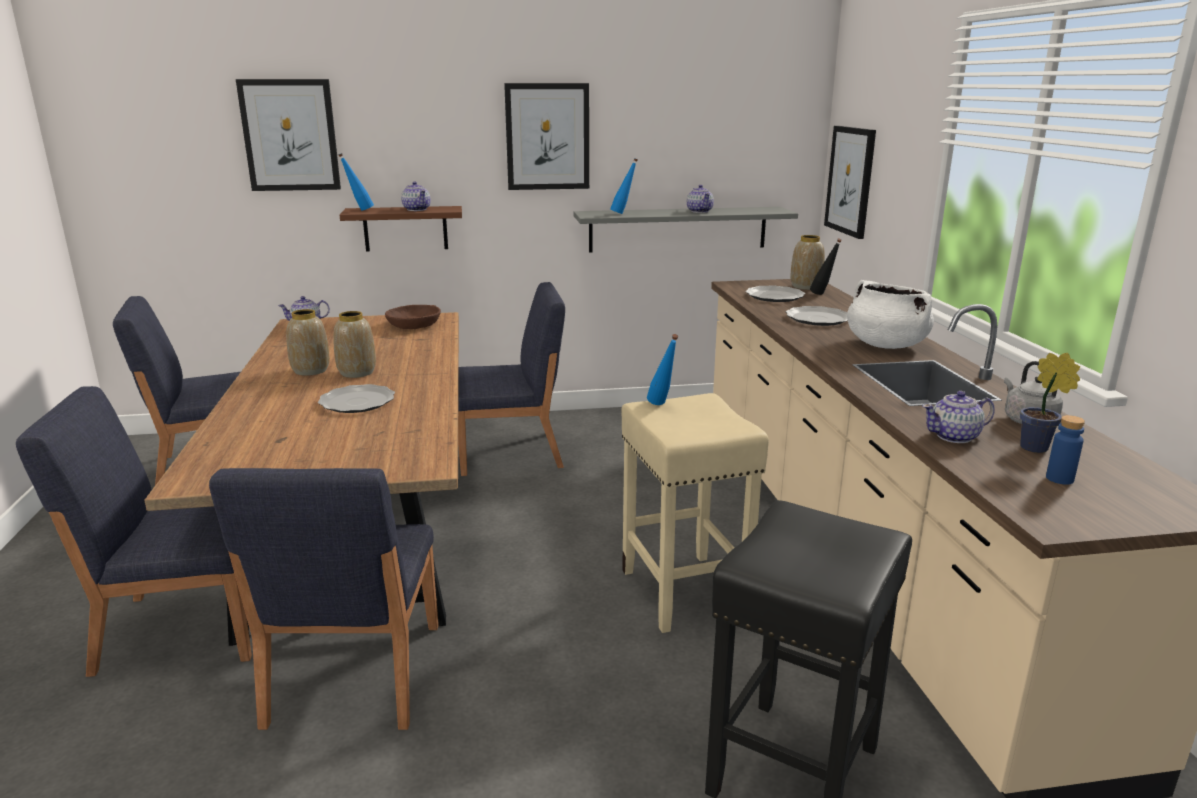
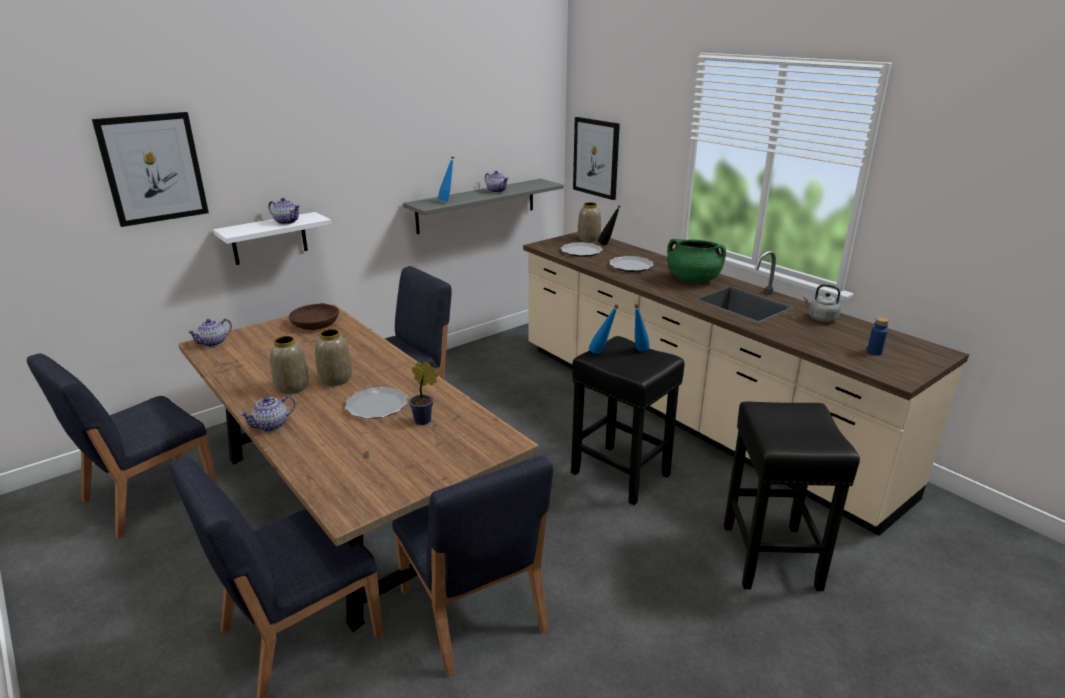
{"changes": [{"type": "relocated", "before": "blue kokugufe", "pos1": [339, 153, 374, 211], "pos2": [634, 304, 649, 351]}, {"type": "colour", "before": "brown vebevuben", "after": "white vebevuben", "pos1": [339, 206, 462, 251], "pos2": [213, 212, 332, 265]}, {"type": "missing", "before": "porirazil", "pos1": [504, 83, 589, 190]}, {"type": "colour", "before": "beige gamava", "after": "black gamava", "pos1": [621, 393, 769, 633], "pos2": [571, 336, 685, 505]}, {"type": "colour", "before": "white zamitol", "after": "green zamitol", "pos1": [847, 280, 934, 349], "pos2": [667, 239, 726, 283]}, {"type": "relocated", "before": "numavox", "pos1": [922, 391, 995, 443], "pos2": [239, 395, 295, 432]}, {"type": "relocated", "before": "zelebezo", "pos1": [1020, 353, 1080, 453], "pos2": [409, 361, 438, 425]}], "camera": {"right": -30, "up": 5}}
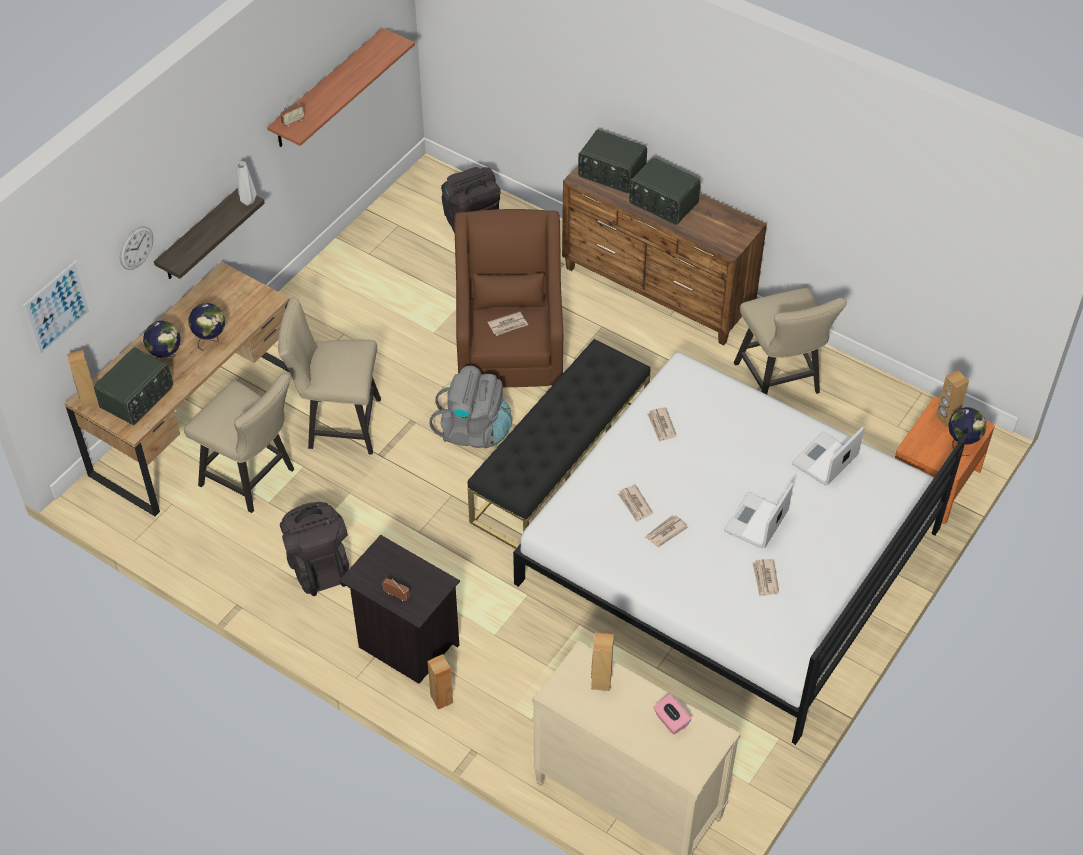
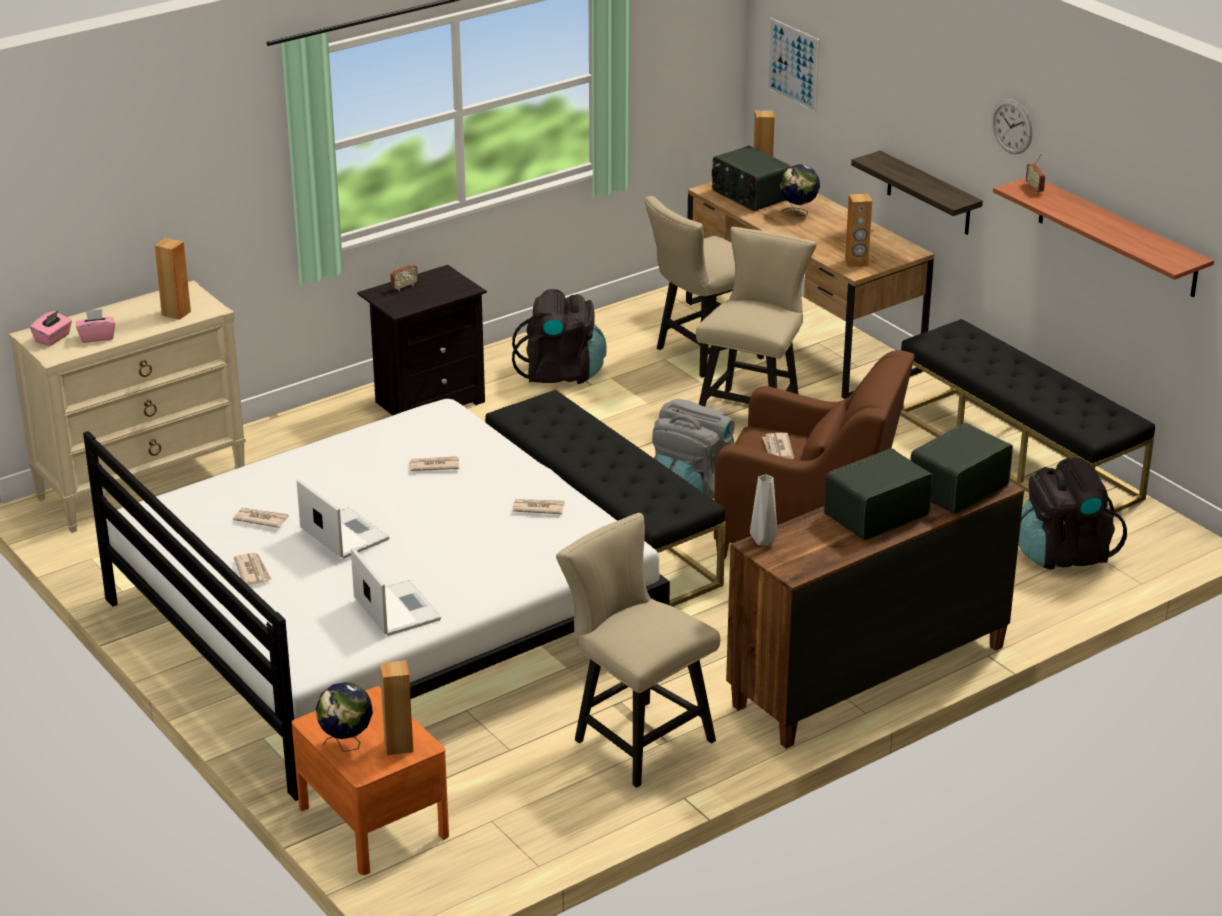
{"changes": [{"type": "relocated", "before": "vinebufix", "pos1": [120, 226, 153, 270], "pos2": [992, 99, 1032, 154]}, {"type": "missing", "before": "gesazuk", "pos1": [188, 303, 225, 351]}, {"type": "relocated", "before": "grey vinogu", "pos1": [236, 162, 257, 206], "pos2": [750, 474, 777, 546]}, {"type": "relocated", "before": "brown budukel", "pos1": [427, 654, 453, 709], "pos2": [845, 194, 872, 267]}, {"type": "relocated", "before": "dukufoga", "pos1": [645, 515, 688, 547], "pos2": [234, 553, 272, 585]}, {"type": "spun", "before": "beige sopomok", "pos1": [734, 288, 847, 395], "pos2": [556, 513, 720, 788], "turn": 45}, {"type": "appeared", "after": "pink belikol", "pos2": [30, 311, 72, 346]}, {"type": "appeared", "after": "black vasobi", "pos2": [900, 319, 1155, 512]}], "camera": {"right": 110, "up": -20}}
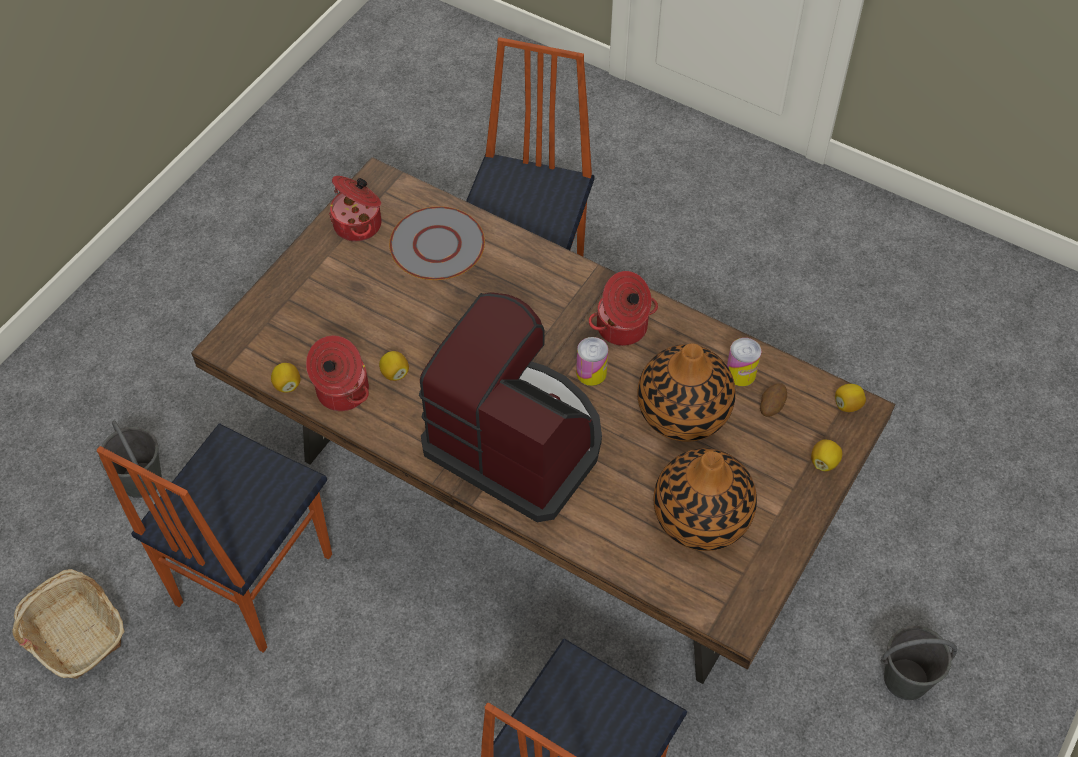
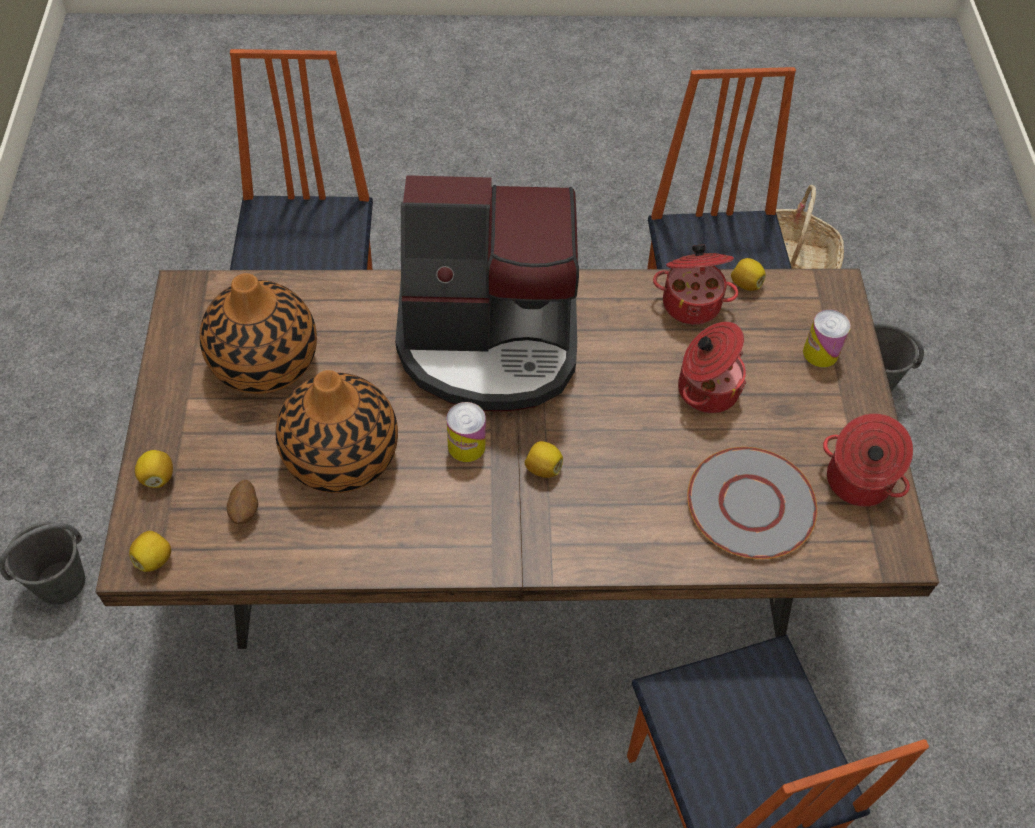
{"changes": [{"type": "relocated", "before": "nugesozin", "pos1": [379, 351, 409, 381], "pos2": [525, 441, 563, 478]}, {"type": "relocated", "before": "zamitol", "pos1": [589, 271, 658, 346], "pos2": [678, 322, 746, 413]}, {"type": "relocated", "before": "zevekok", "pos1": [727, 338, 761, 386], "pos2": [803, 310, 851, 367]}], "camera": {"right": 145, "up": 0}}
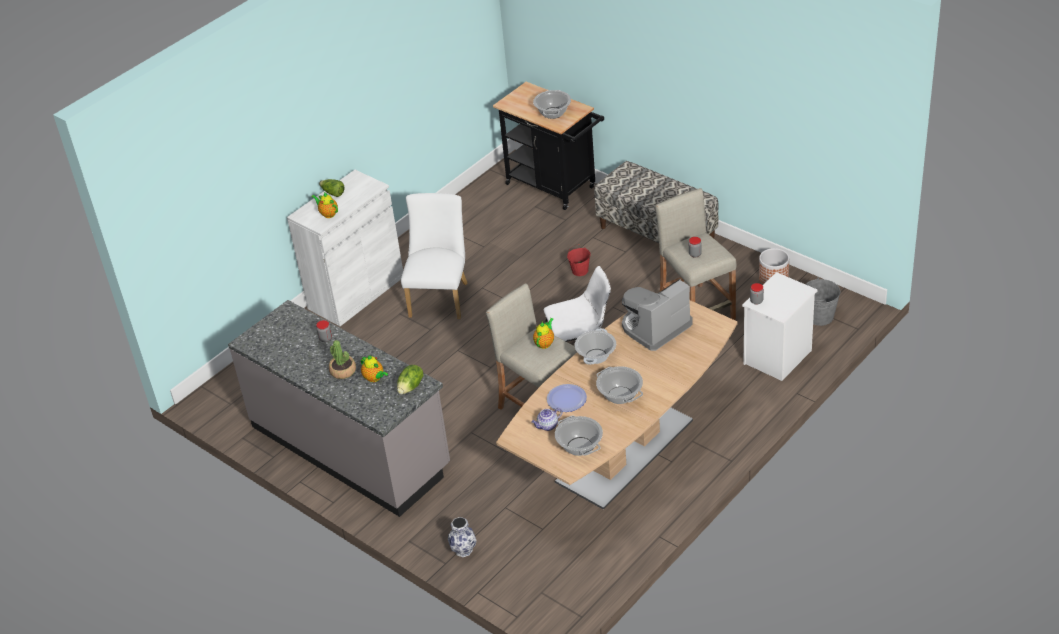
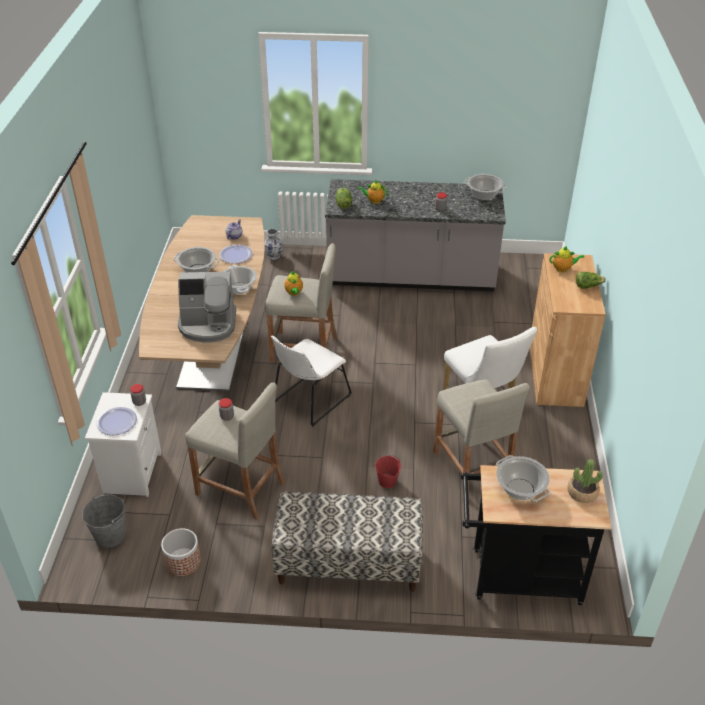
{"changes": [{"type": "colour", "before": "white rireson", "after": "brown rireson", "pos1": [287, 170, 403, 326], "pos2": [530, 253, 606, 407]}, {"type": "relocated", "before": "zelebezo", "pos1": [329, 340, 356, 379], "pos2": [567, 459, 603, 503]}, {"type": "relocated", "before": "zamitol", "pos1": [555, 416, 603, 456], "pos2": [464, 174, 507, 200]}, {"type": "spun", "before": "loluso", "pos1": [622, 279, 693, 351], "pos2": [178, 272, 236, 343], "turn": 75}, {"type": "appeared", "after": "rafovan", "pos2": [97, 407, 137, 435]}, {"type": "appeared", "after": "beige gamava", "pos2": [433, 379, 530, 498]}], "camera": {"right": 140, "up": 0}}
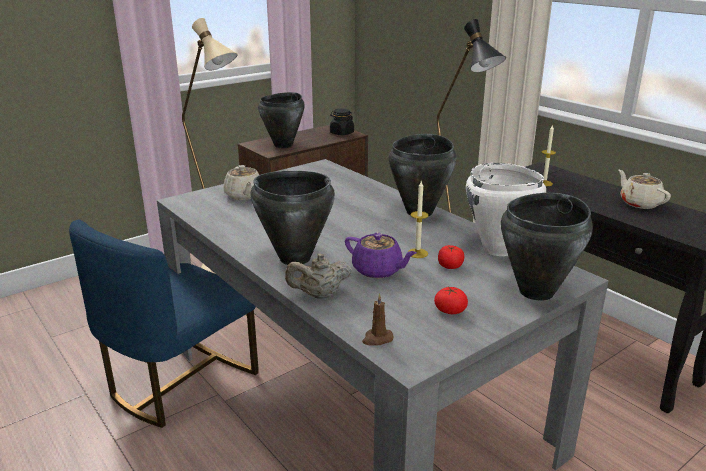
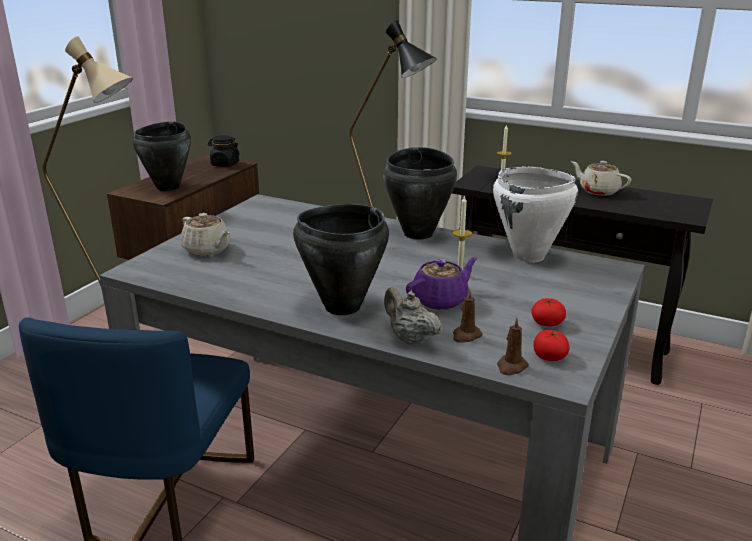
{"changes": [{"type": "spun", "before": "beige numavox", "pos1": [285, 254, 352, 299], "pos2": [384, 287, 442, 345], "turn": 90}, {"type": "spun", "before": "purple numavox", "pos1": [345, 233, 417, 278], "pos2": [406, 257, 477, 310], "turn": -45}, {"type": "relocated", "before": "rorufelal", "pos1": [438, 245, 464, 269], "pos2": [533, 330, 569, 361]}, {"type": "missing", "before": "black zamitol", "pos1": [501, 193, 593, 301]}, {"type": "appeared", "after": "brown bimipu", "pos2": [453, 289, 482, 343]}], "camera": {"right": -25, "up": 0}}
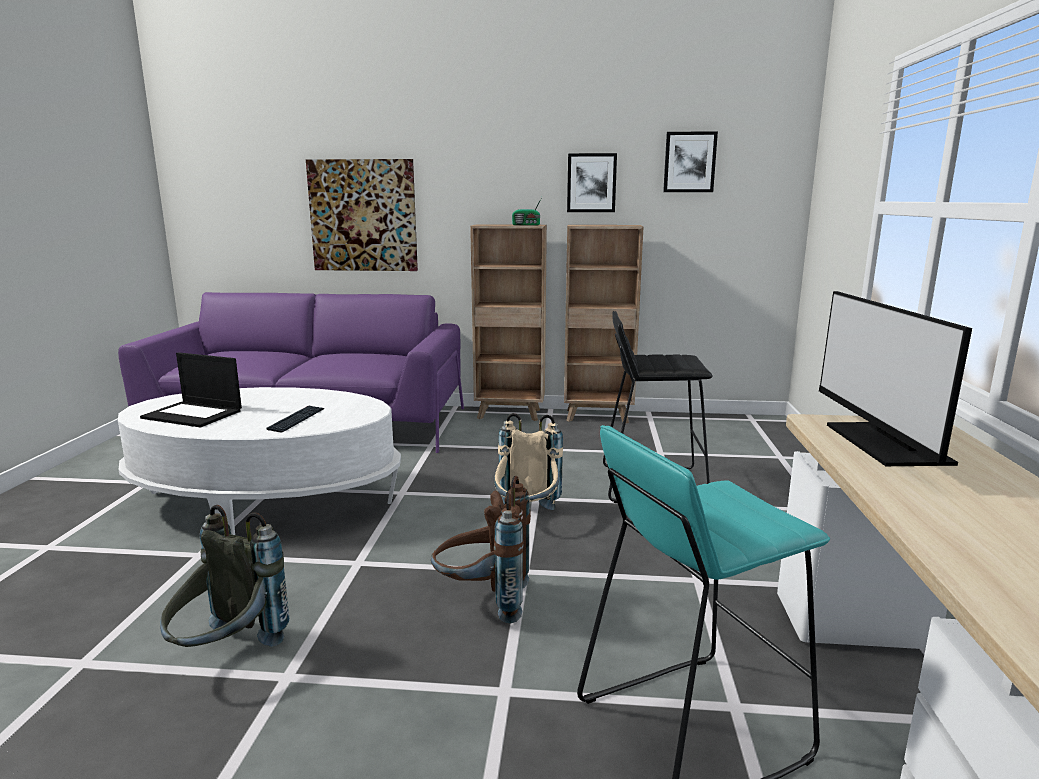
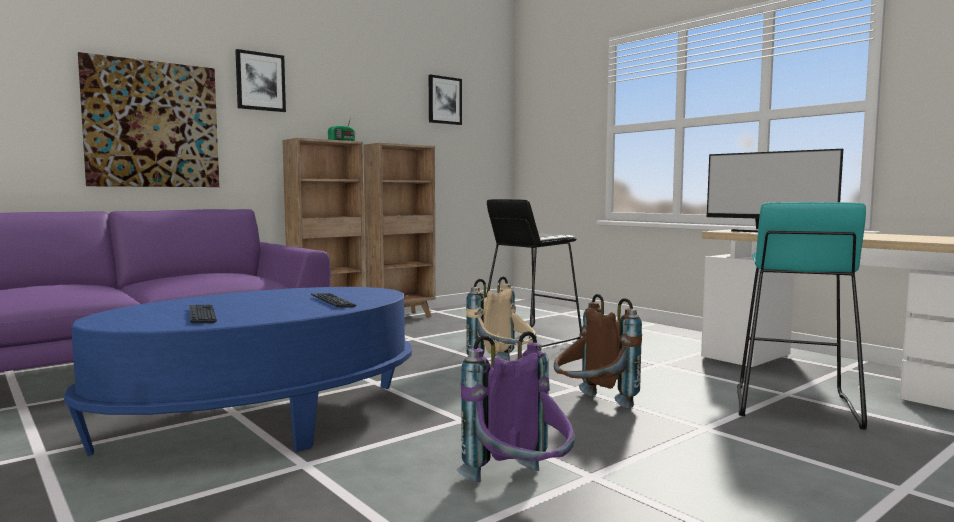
{"changes": [{"type": "colour", "before": "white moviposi", "after": "blue moviposi", "pos1": [118, 387, 401, 535], "pos2": [64, 287, 412, 456]}, {"type": "exchanged", "before": "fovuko", "after": "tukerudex", "pos1": [140, 352, 242, 428], "pos2": [189, 305, 217, 323]}, {"type": "colour", "before": "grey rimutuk", "after": "purple rimutuk", "pos1": [160, 505, 289, 647], "pos2": [457, 331, 575, 482]}, {"type": "relocated", "before": "porirazil", "pos1": [567, 153, 617, 212], "pos2": [235, 49, 286, 112]}], "camera": {"right": -45, "up": -10}}
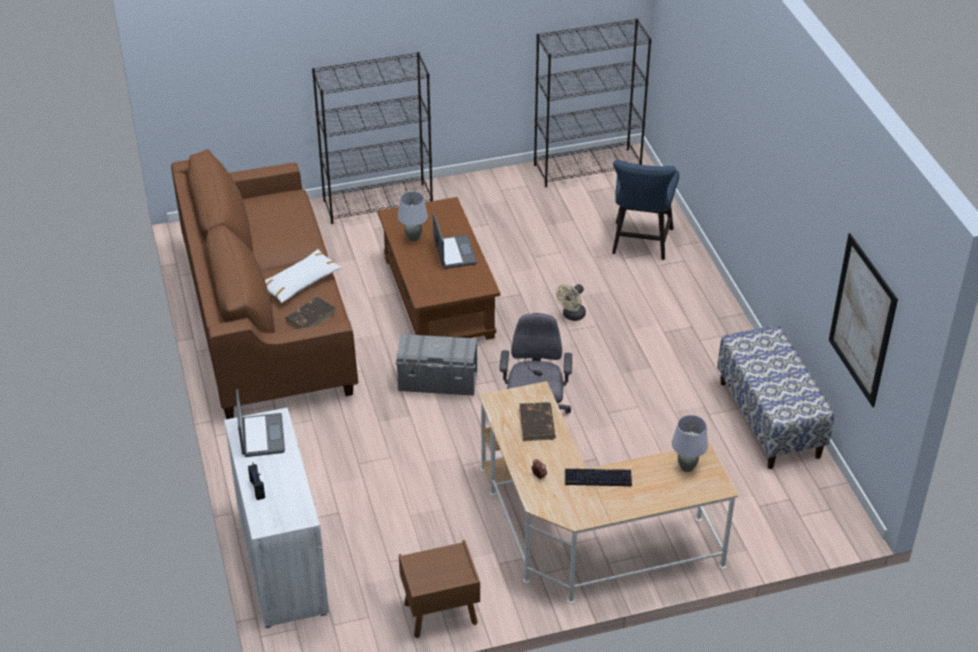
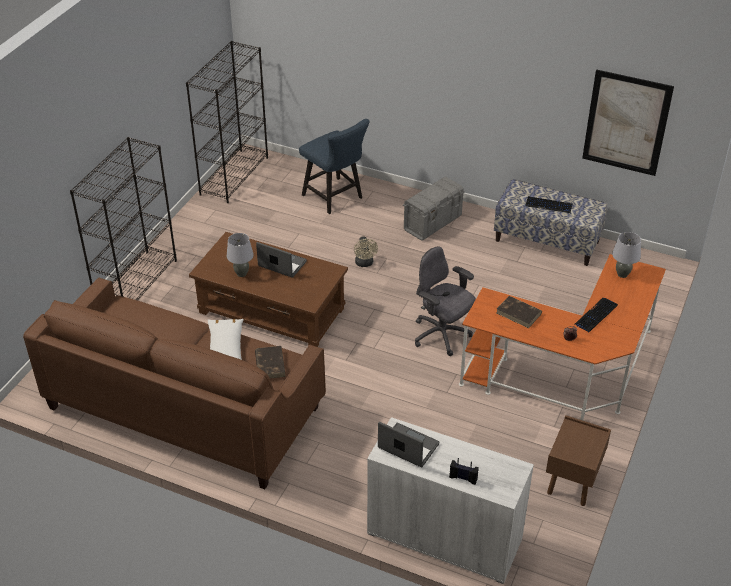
{"changes": [{"type": "relocated", "before": "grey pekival", "pos1": [395, 334, 479, 396], "pos2": [403, 177, 465, 241]}, {"type": "colour", "before": "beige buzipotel", "after": "orange buzipotel", "pos1": [479, 381, 738, 604], "pos2": [459, 254, 666, 421]}, {"type": "appeared", "after": "tukerudex", "pos2": [525, 196, 572, 213]}], "camera": {"right": -50, "up": 0}}
